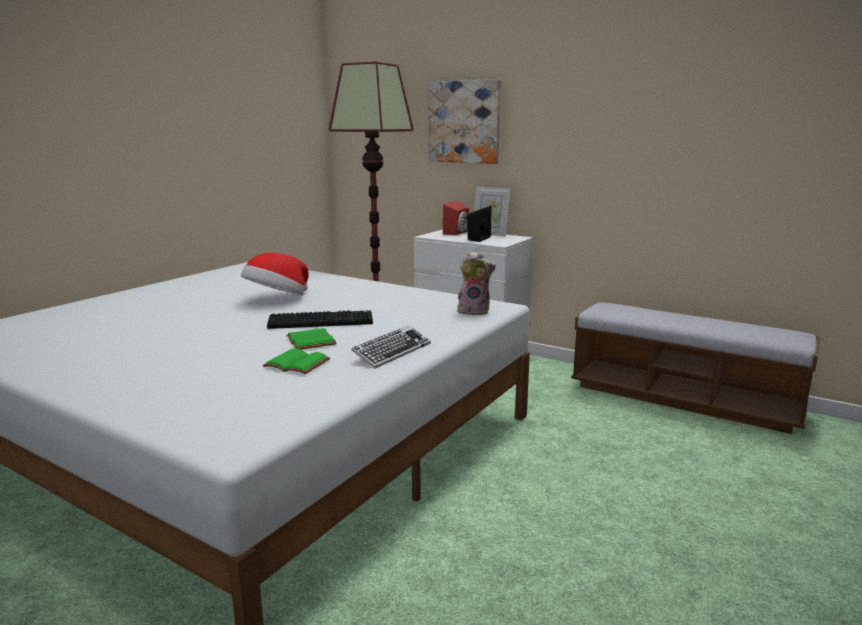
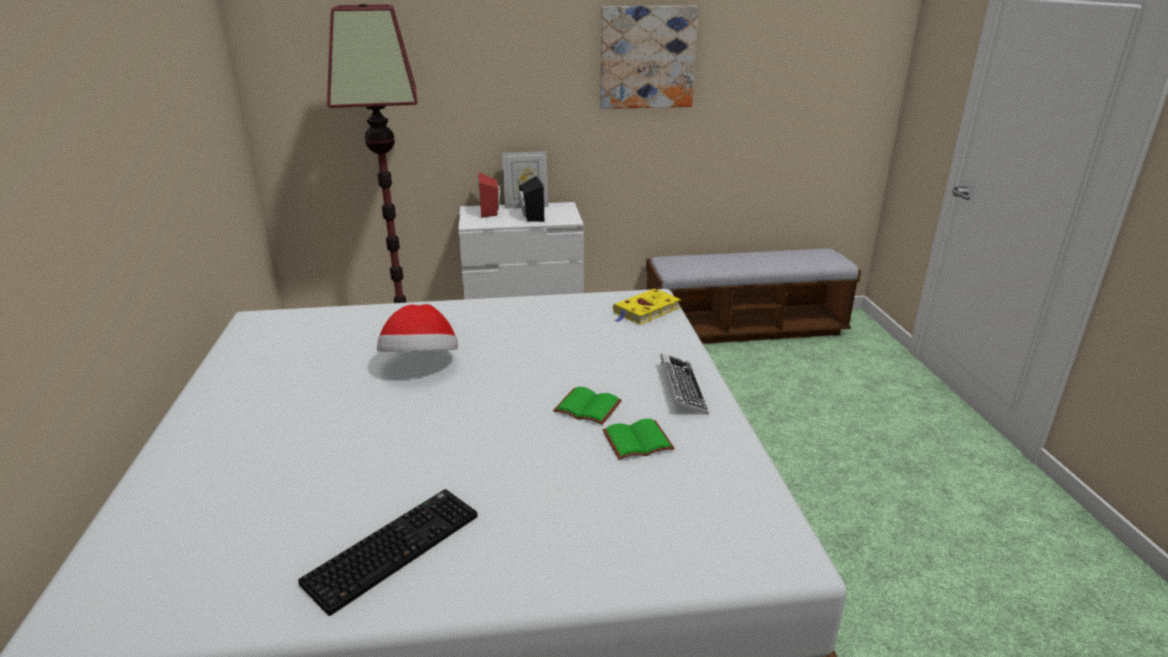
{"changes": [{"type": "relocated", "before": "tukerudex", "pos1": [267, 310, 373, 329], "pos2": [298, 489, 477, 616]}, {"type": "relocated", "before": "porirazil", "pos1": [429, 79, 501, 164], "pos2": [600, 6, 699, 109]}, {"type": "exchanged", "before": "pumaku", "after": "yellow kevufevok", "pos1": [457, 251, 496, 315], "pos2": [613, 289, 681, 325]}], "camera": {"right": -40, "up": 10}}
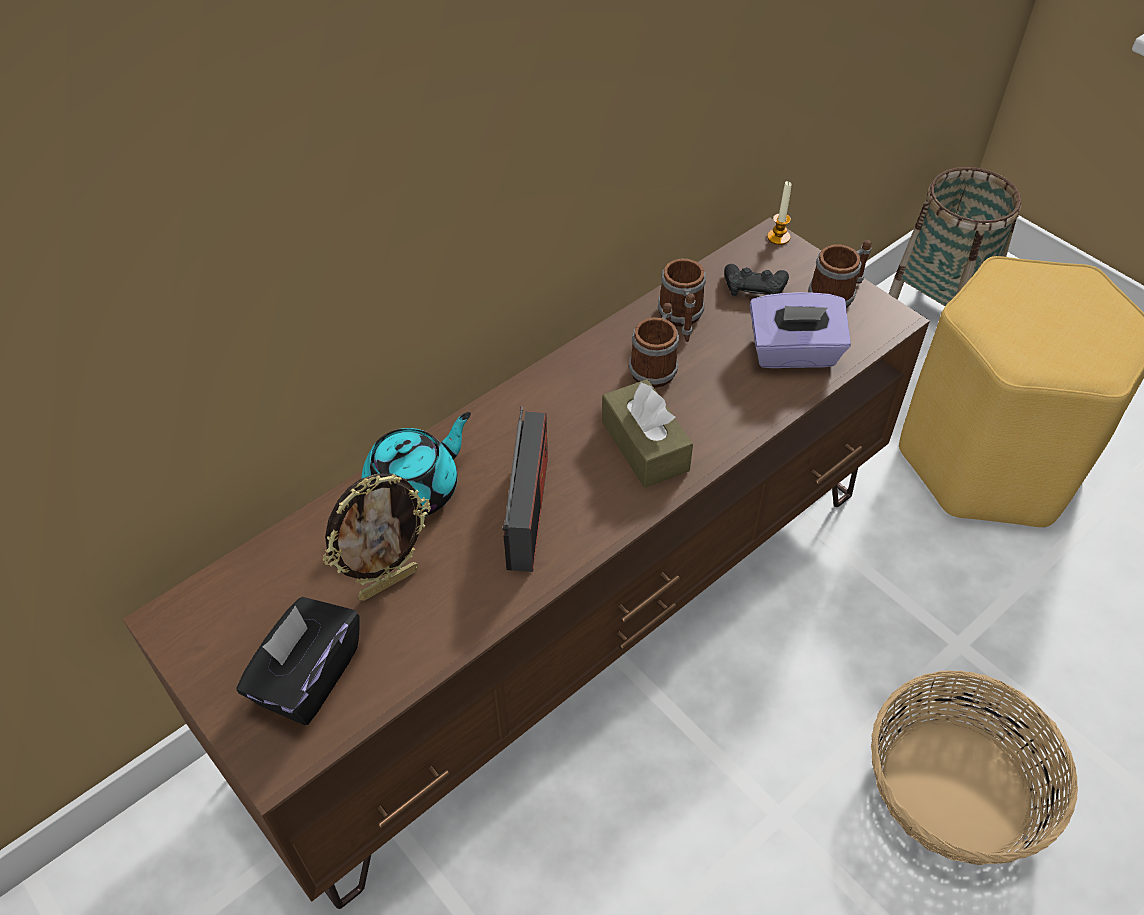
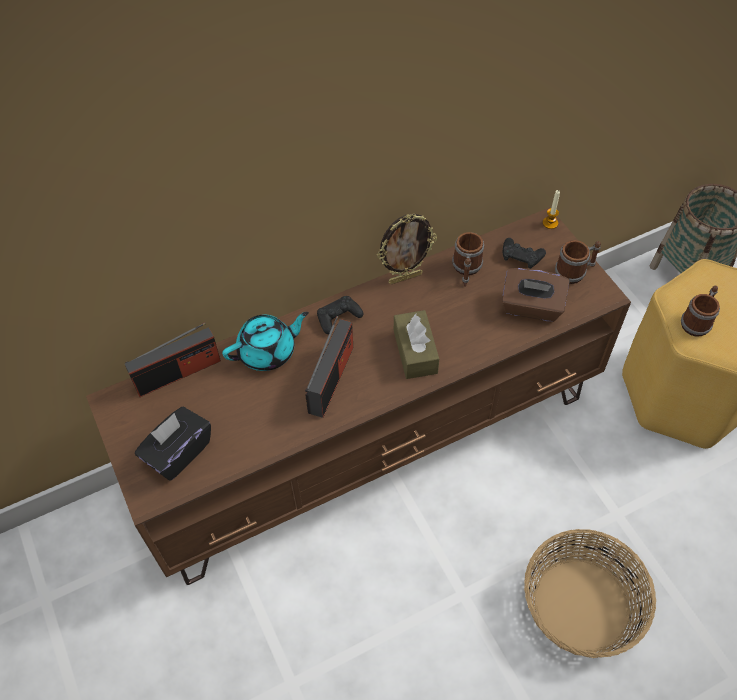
{"changes": [{"type": "relocated", "before": "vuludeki", "pos1": [323, 474, 431, 601], "pos2": [377, 214, 437, 284]}, {"type": "relocated", "before": "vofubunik", "pos1": [629, 303, 679, 388], "pos2": [681, 286, 720, 336]}, {"type": "colour", "before": "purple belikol", "after": "brown belikol", "pos1": [750, 292, 851, 368], "pos2": [502, 268, 570, 322]}, {"type": "appeared", "after": "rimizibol", "pos2": [125, 322, 221, 397]}, {"type": "appeared", "after": "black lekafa", "pos2": [317, 296, 363, 334]}], "camera": {"right": 15, "up": 5}}
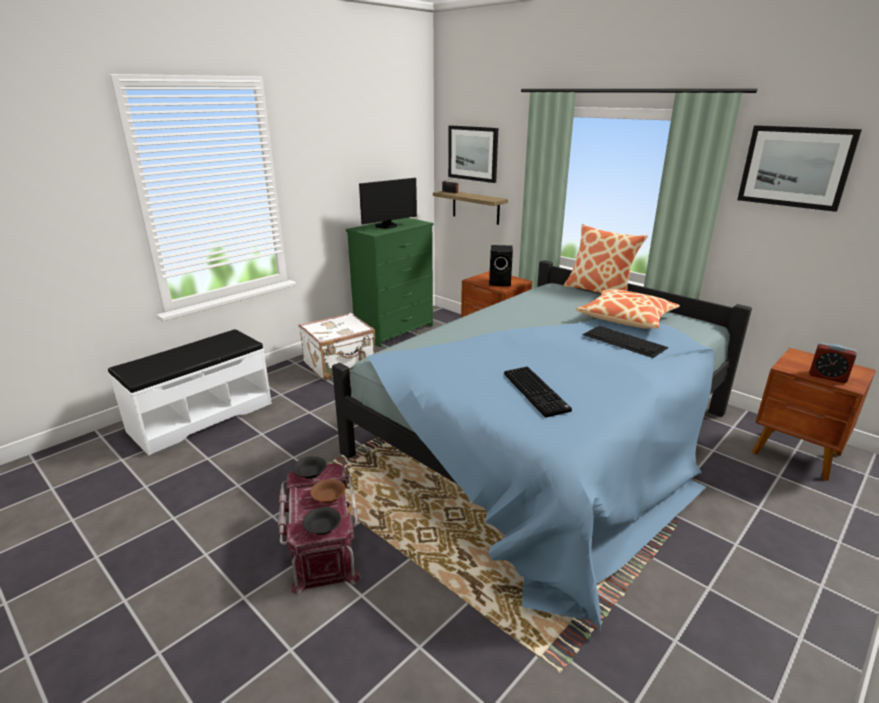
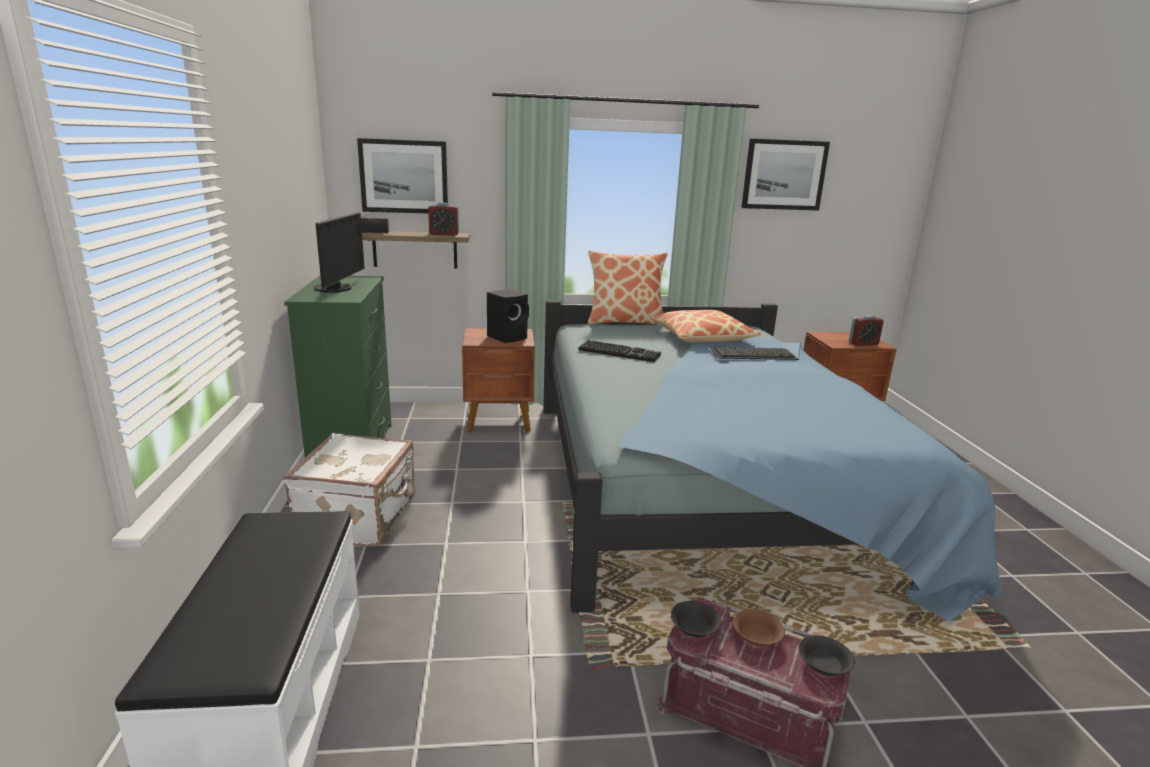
{"changes": [{"type": "relocated", "before": "tukerudex", "pos1": [504, 367, 572, 418], "pos2": [578, 340, 661, 362]}, {"type": "appeared", "after": "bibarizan", "pos2": [428, 202, 459, 236]}], "camera": {"right": -50, "up": -5}}
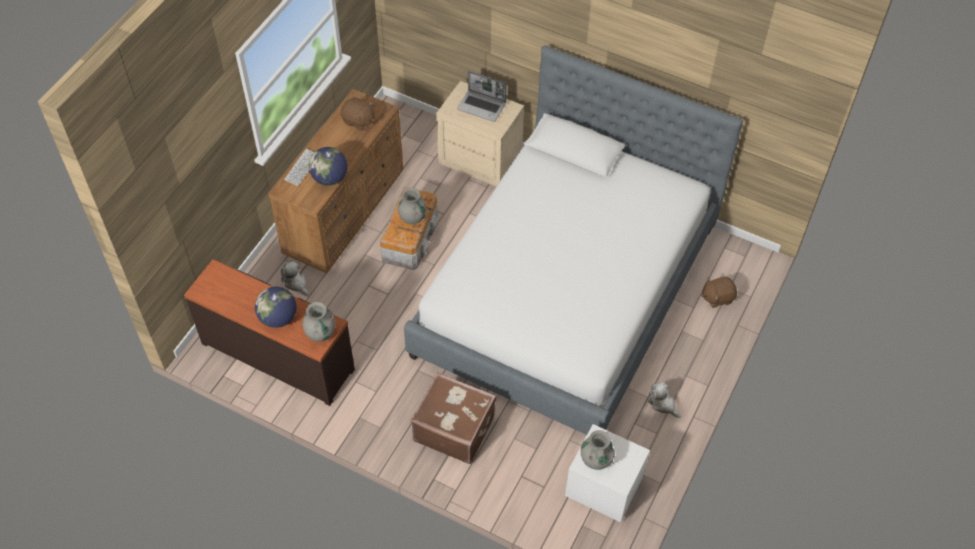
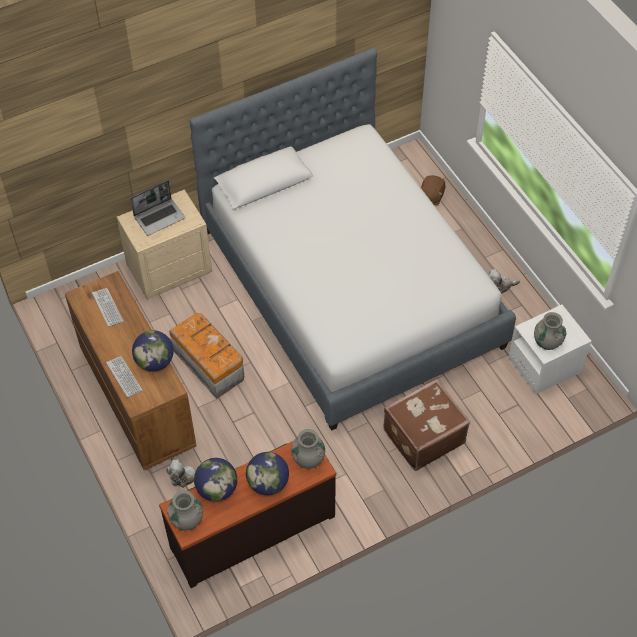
{"changes": [{"type": "exchanged", "before": "brown pumaku", "after": "tukerudex", "pos1": [340, 97, 374, 131], "pos2": [92, 288, 124, 327]}, {"type": "relocated", "before": "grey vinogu", "pos1": [398, 188, 426, 224], "pos2": [167, 490, 203, 531]}, {"type": "appeared", "after": "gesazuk", "pos2": [194, 458, 237, 502]}], "camera": {"right": -55, "up": 0}}
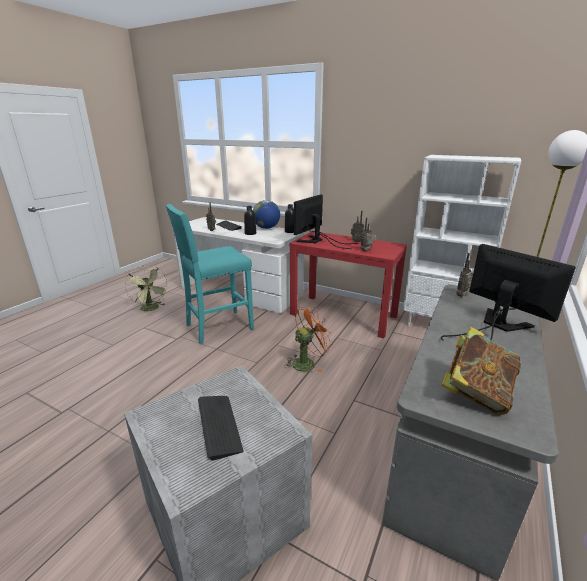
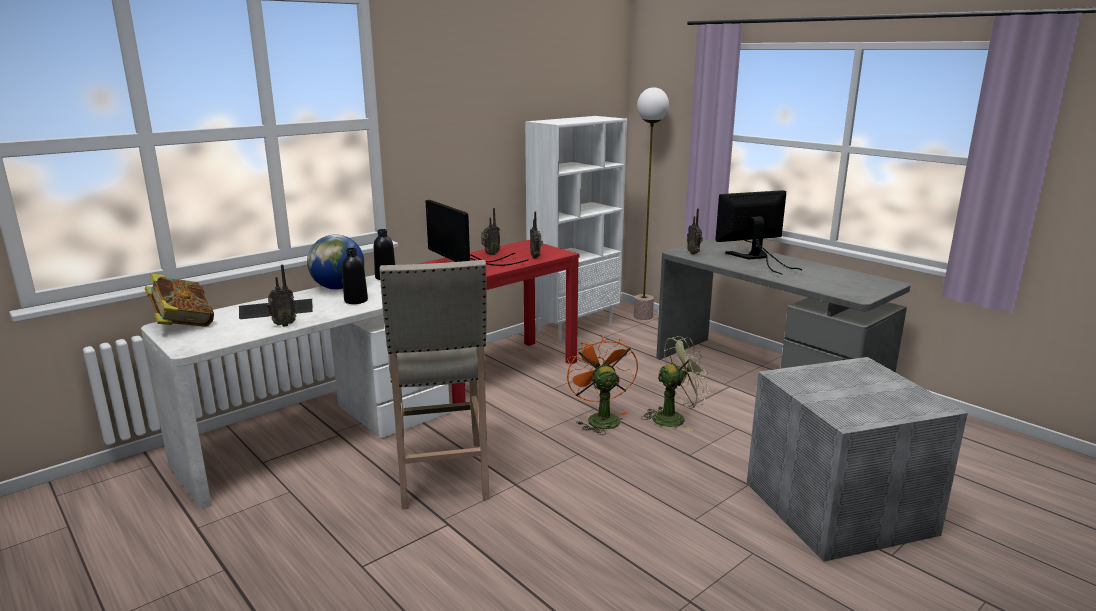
{"changes": [{"type": "relocated", "before": "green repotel", "pos1": [125, 265, 169, 314], "pos2": [641, 336, 710, 431]}, {"type": "colour", "before": "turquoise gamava", "after": "beige gamava", "pos1": [166, 204, 254, 344], "pos2": [380, 260, 489, 510]}, {"type": "missing", "before": "tukerudex", "pos1": [198, 396, 244, 461]}, {"type": "relocated", "before": "kevufevok", "pos1": [441, 327, 521, 415], "pos2": [145, 273, 214, 327]}], "camera": {"right": -70, "up": -5}}
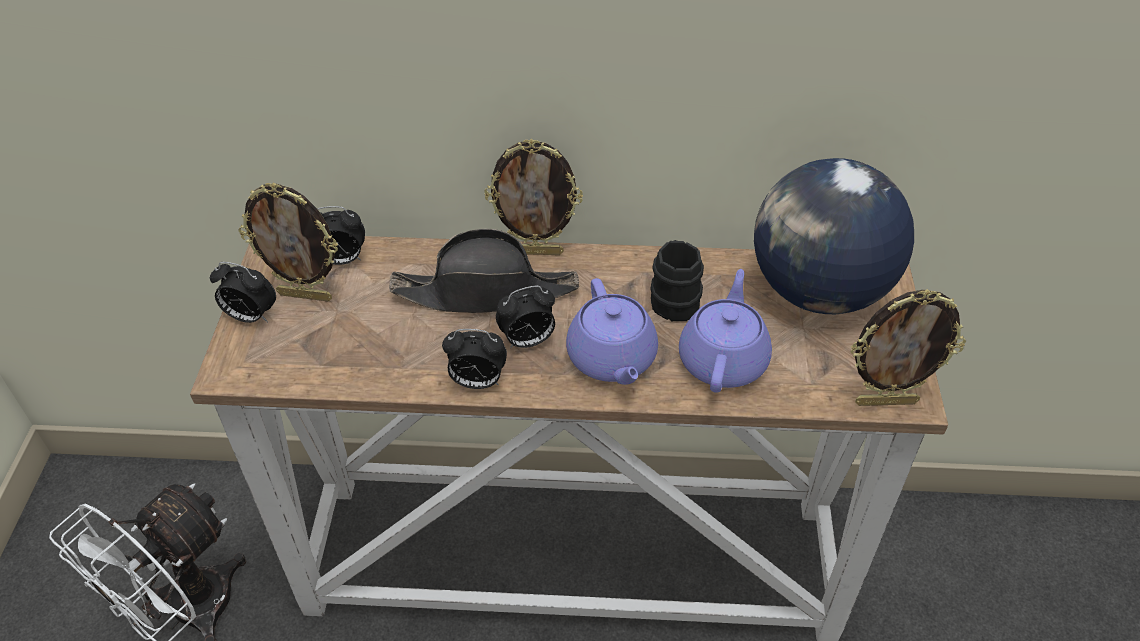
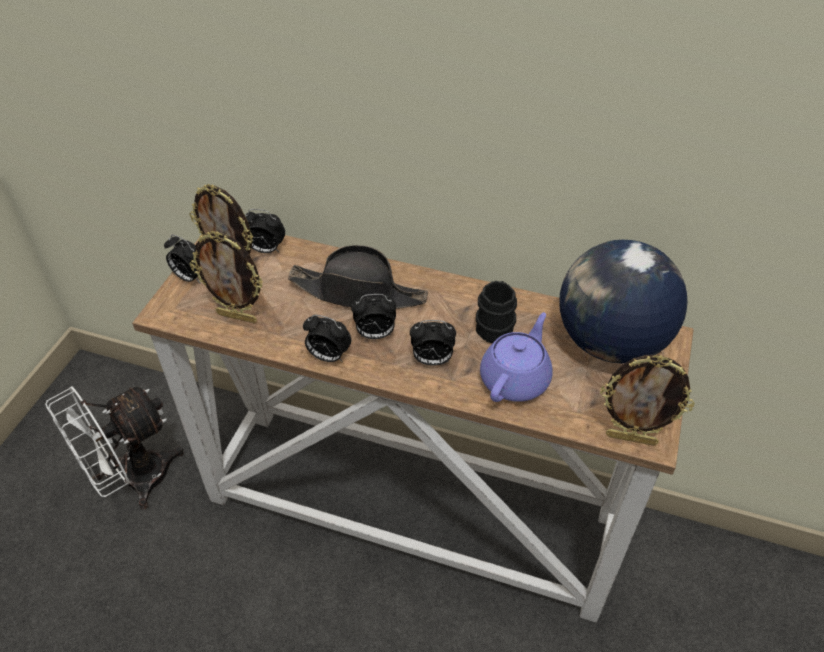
{"changes": [{"type": "relocated", "before": "vuludeki", "pos1": [484, 138, 583, 255], "pos2": [190, 231, 263, 323]}, {"type": "exchanged", "before": "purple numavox", "after": "bibarizan", "pos1": [566, 278, 658, 385], "pos2": [410, 320, 456, 366]}], "camera": {"right": 15, "up": 0}}
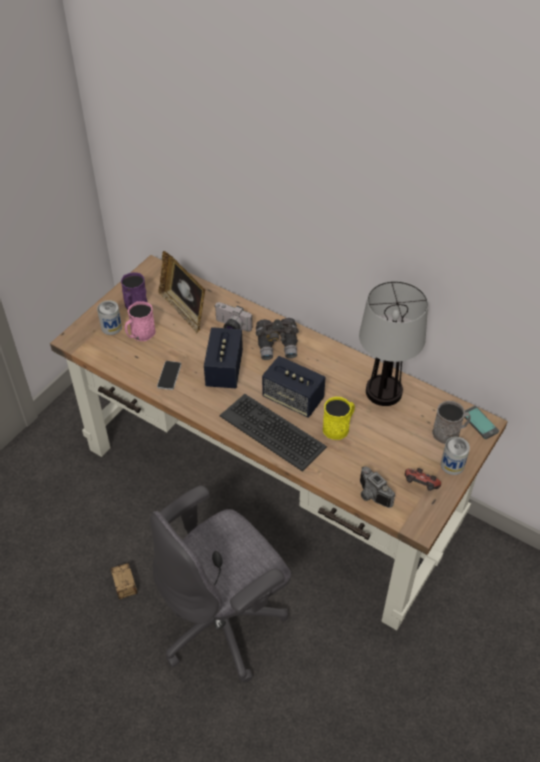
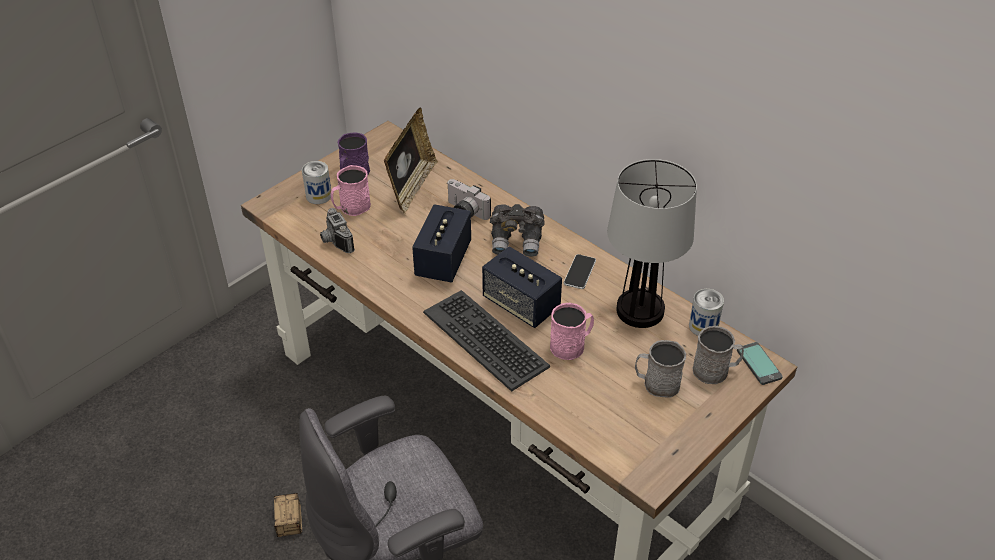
{"changes": [{"type": "relocated", "before": "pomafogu", "pos1": [157, 361, 181, 390], "pos2": [564, 254, 596, 289]}, {"type": "spun", "before": "vuludeki", "pos1": [159, 251, 205, 334], "pos2": [384, 107, 438, 214], "turn": -135}, {"type": "colour", "before": "yellow vofubunik", "after": "pink vofubunik", "pos1": [323, 397, 355, 440], "pos2": [550, 303, 594, 360]}, {"type": "relocated", "before": "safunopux", "pos1": [360, 466, 395, 508], "pos2": [320, 208, 355, 253]}, {"type": "missing", "before": "lekafa", "pos1": [405, 468, 441, 491]}, {"type": "relocated", "before": "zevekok", "pos1": [441, 437, 470, 475], "pos2": [689, 289, 724, 336]}, {"type": "appeared", "after": "grey vofubunik", "pos2": [635, 340, 686, 398]}], "camera": {"right": 10, "up": -5}}
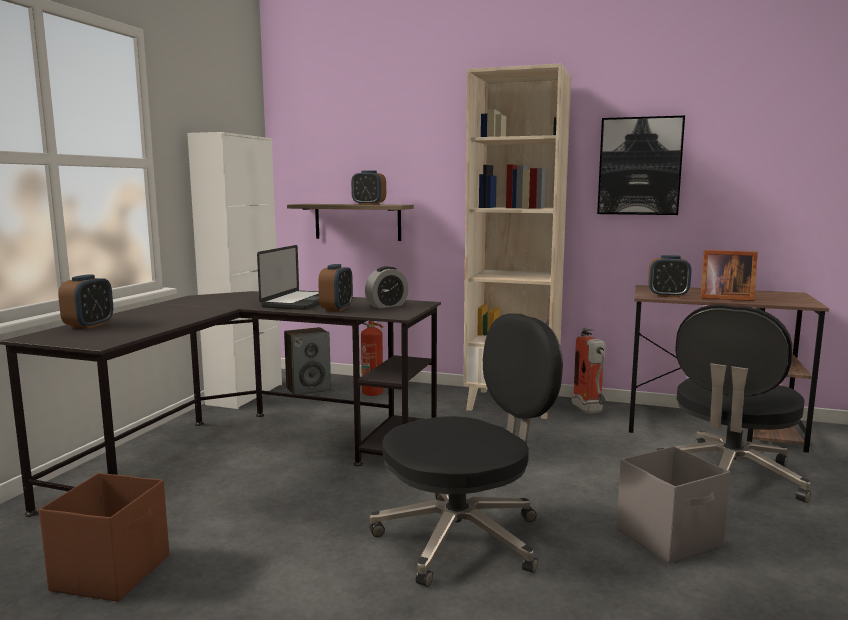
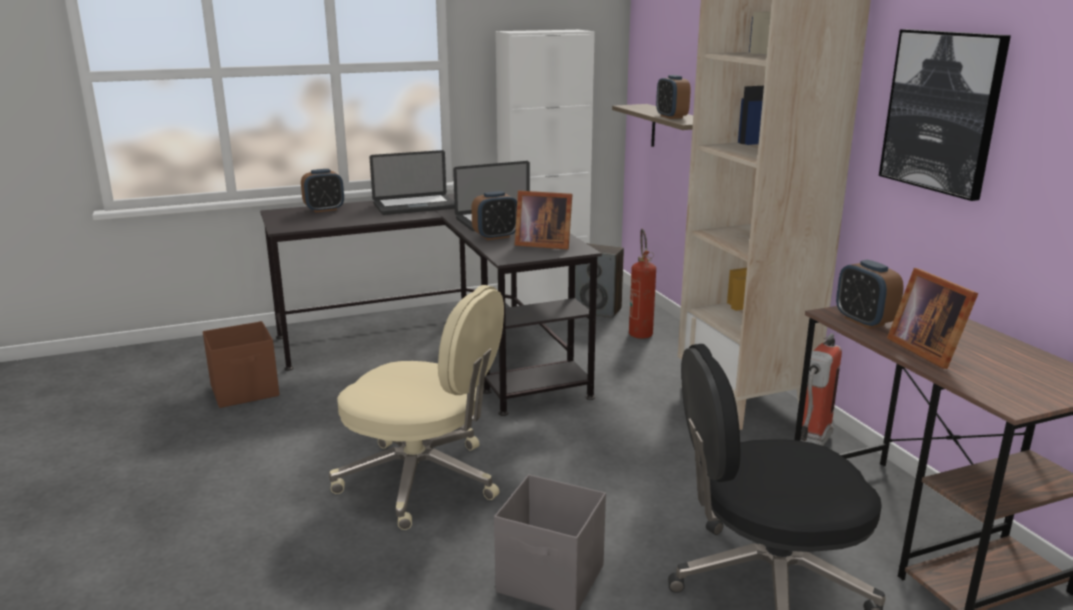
{"changes": [{"type": "exchanged", "before": "bibarizan", "after": "vuludeki", "pos1": [365, 266, 408, 308], "pos2": [515, 191, 572, 249]}, {"type": "colour", "before": "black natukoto", "after": "beige natukoto", "pos1": [369, 313, 563, 587], "pos2": [329, 285, 504, 530]}, {"type": "appeared", "after": "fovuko", "pos2": [370, 150, 455, 215]}], "camera": {"right": 50, "up": 10}}
